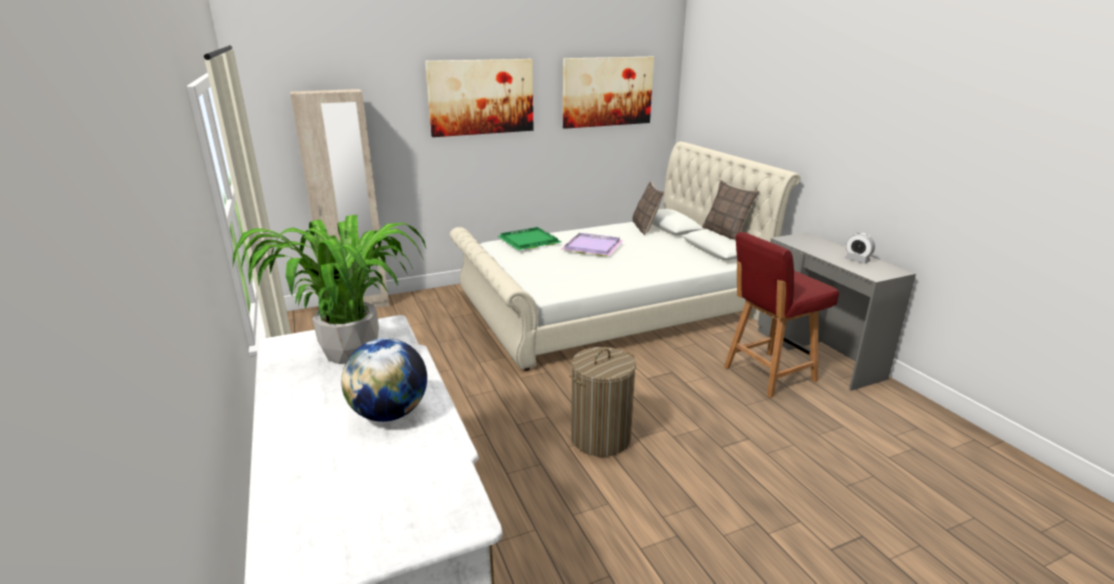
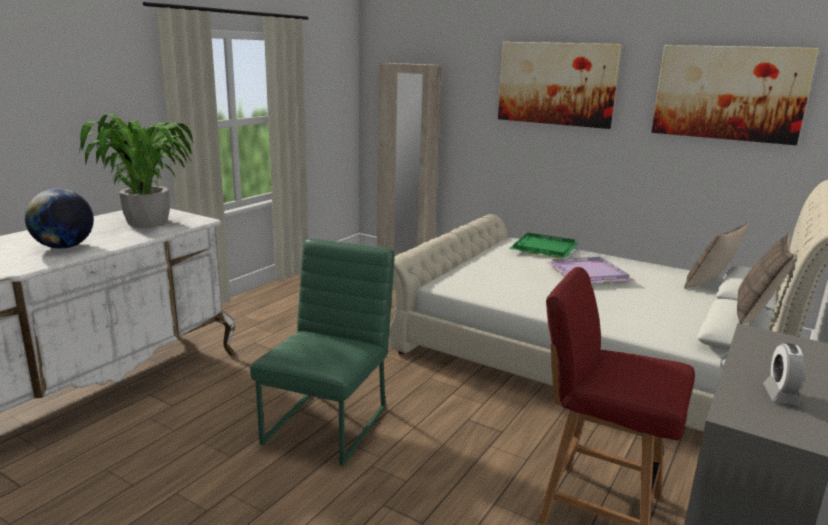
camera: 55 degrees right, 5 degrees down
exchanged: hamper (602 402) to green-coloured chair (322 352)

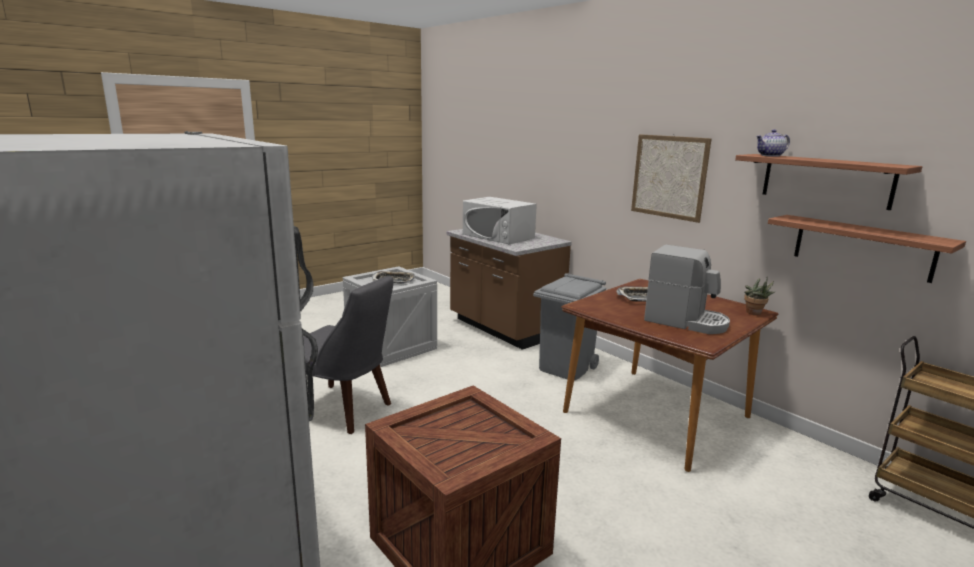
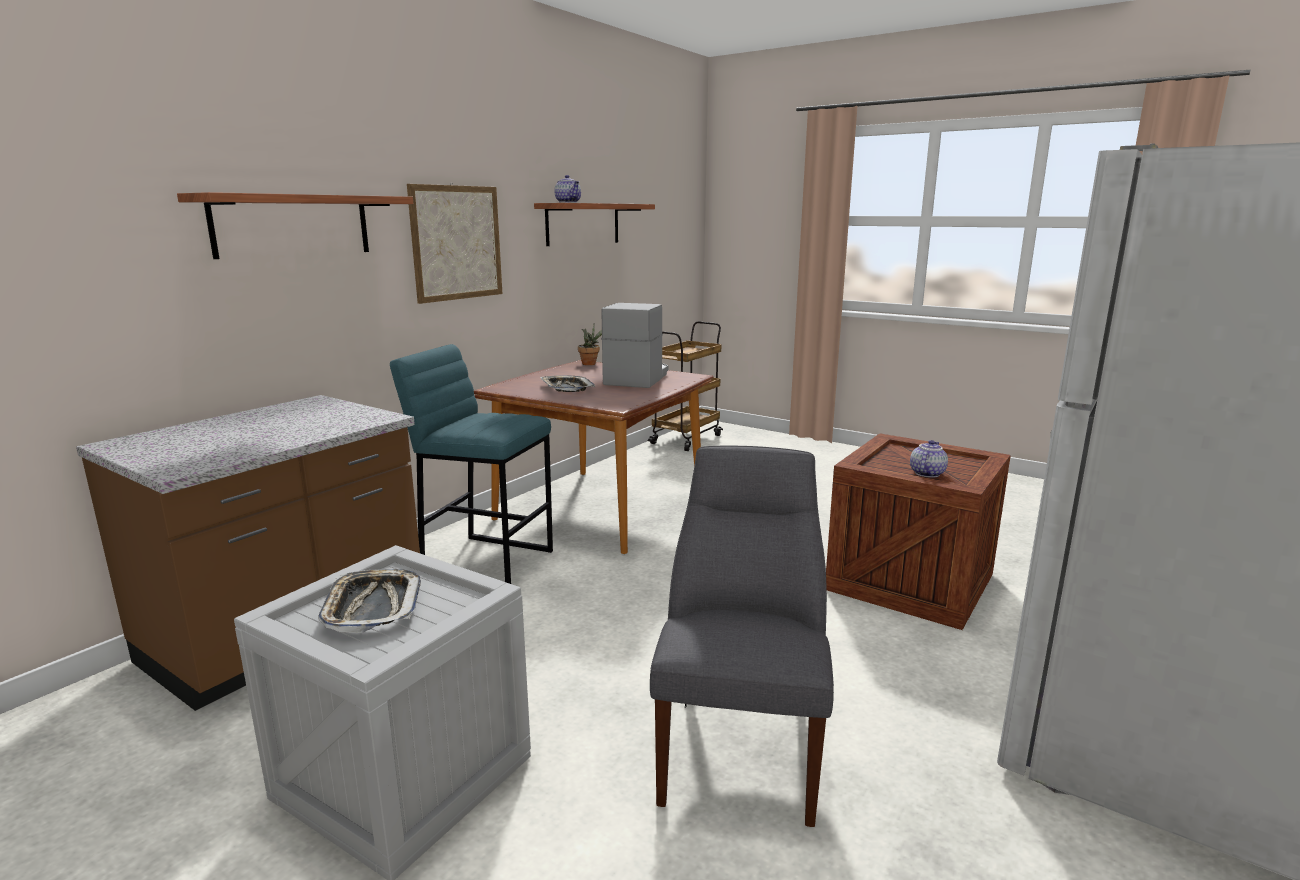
camera: 105 degrees left, 0 degrees up
missing: white-coloured kitchen microwave (500 221)
appeared: tea pot (929 459)
relocated: shelf (867 249) to (295 225)
exchanged: greyish rubbish bin (569 326) to blue-green stool (471 464)

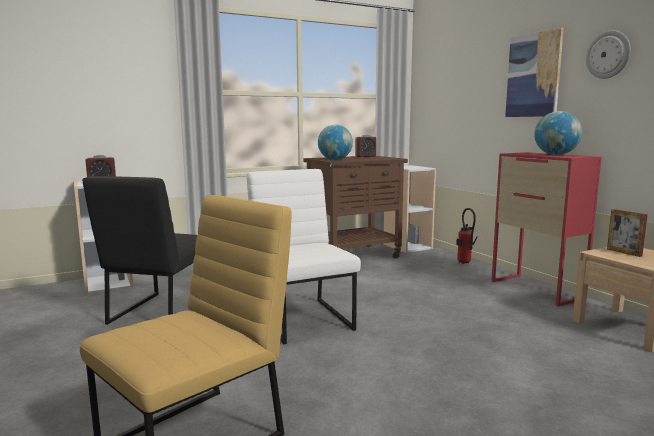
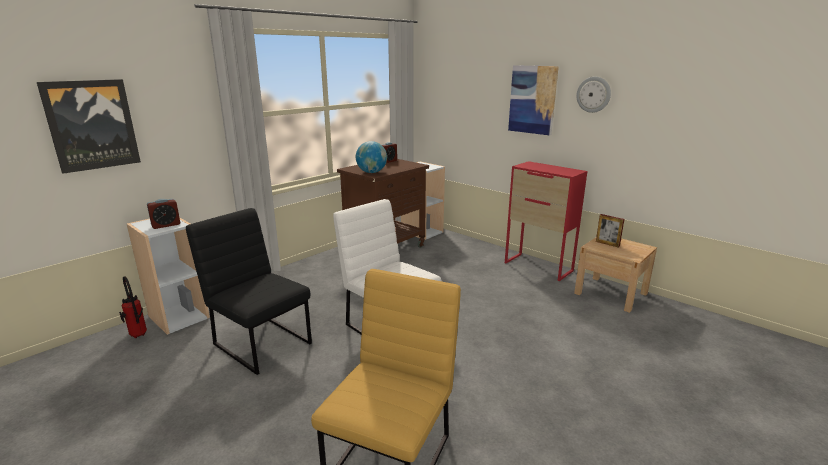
camera: 20 degrees left, 10 degrees up
missing: world globe (558 133)
appeared: wall picture (89 126)
relocated: fire-fighting cylinder (466 236) to (133 307)
spun: black chair (140 250) = (249 291) 135 degrees clockwise

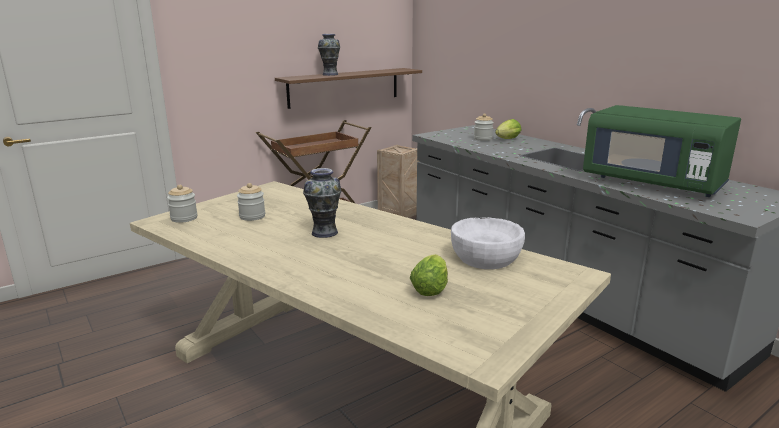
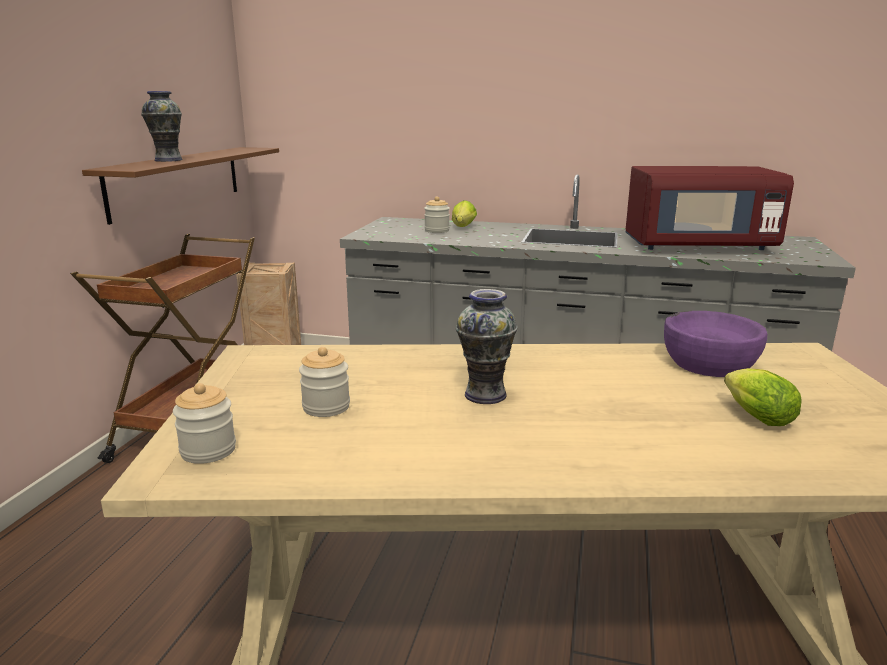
camera: 40 degrees left, 0 degrees up
colour: green-coloured kitchen microwave (662 151) to red-coloured kitchen microwave (710 208); white-coloured serving bowl (488 243) to purplish serving bowl (716 344)

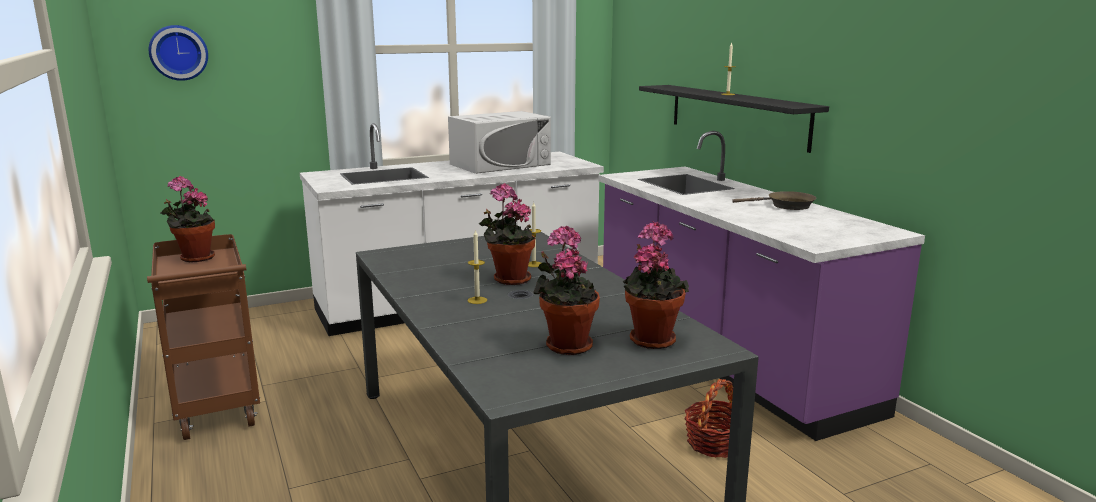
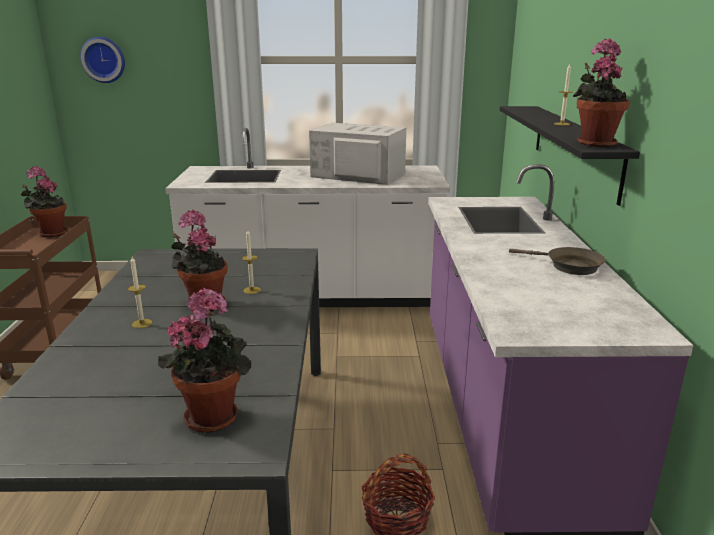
camera: 25 degrees right, 5 degrees up
relocated: plant in a pot (566 290) to (601 92)
spun: white-coloured kitchen microwave (499 142) = (357 154) 150 degrees counterclockwise

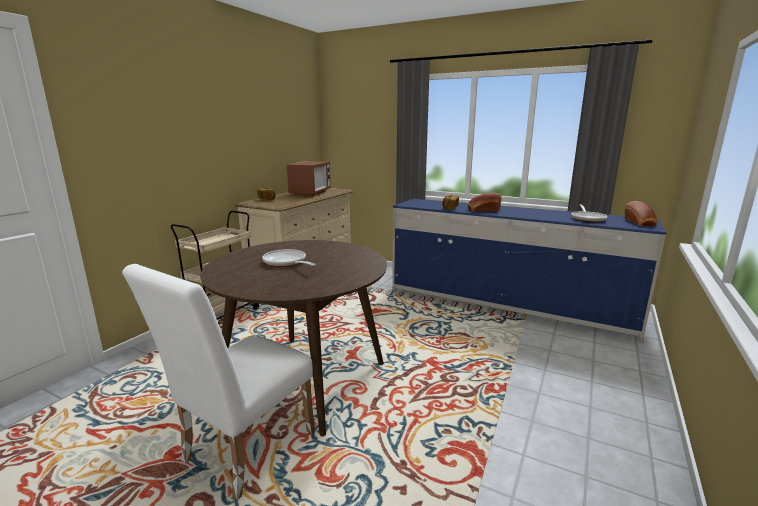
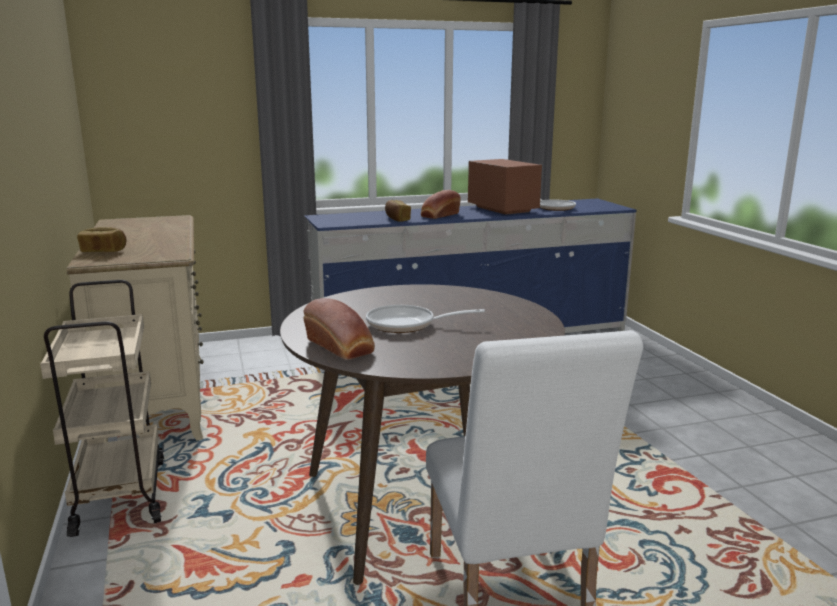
camera: 45 degrees left, 0 degrees up
relocated: baked bread (641 213) to (339 329); kitchen microwave (309 178) to (505 187)

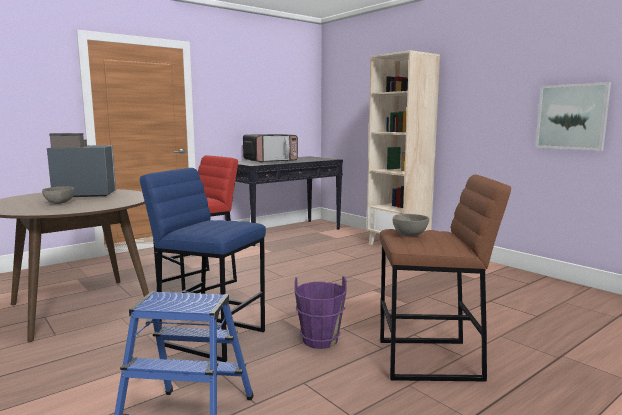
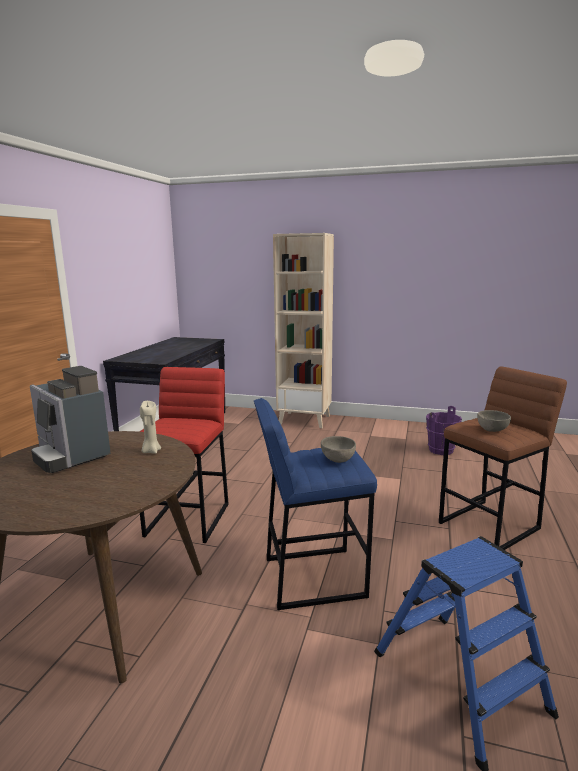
camera: 35 degrees left, 5 degrees up
missing: kitchen microwave (270 148); wall picture (573 116)
appeared: beige candle (150 427)
relocated: greyish serving bowl (58 195) to (338 449); purplish water bucket (321 312) to (444 430)
spun: coffee maker (81 165) = (70 419) 90 degrees counterclockwise

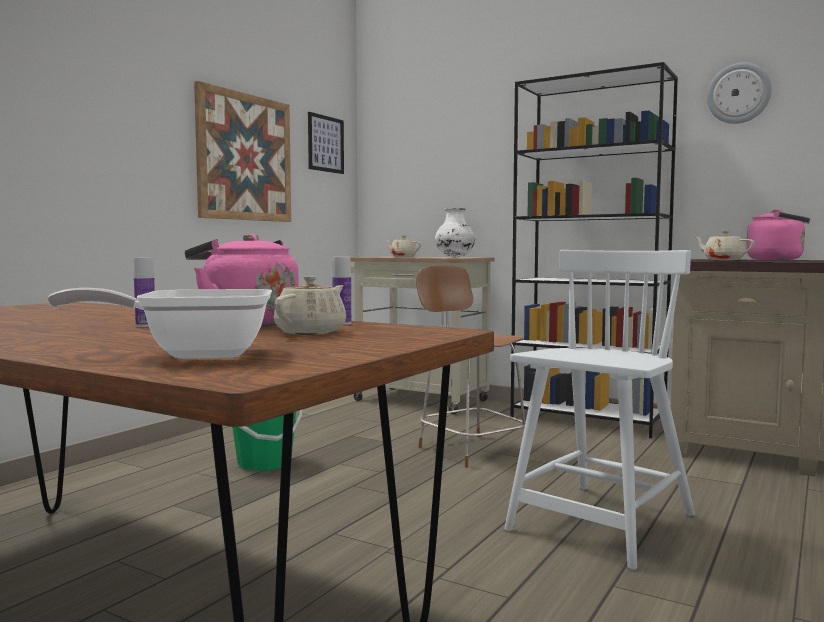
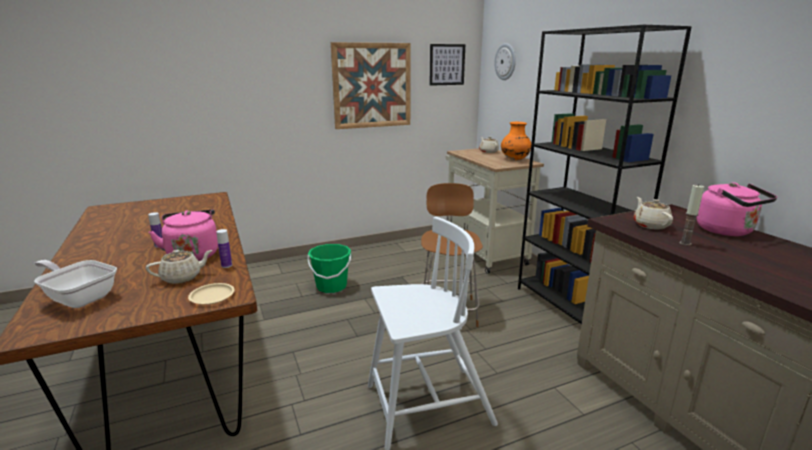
camera: 35 degrees right, 15 degrees up
appeared: beige plate (211 294); candle (692 215)
relocated: hanging clock (739 93) to (505 61)
colour: white-coloured decorative vase (455 232) to orange-coloured decorative vase (516 141); white-coloured bookshelf (594 250) to black bookshelf (605 174)

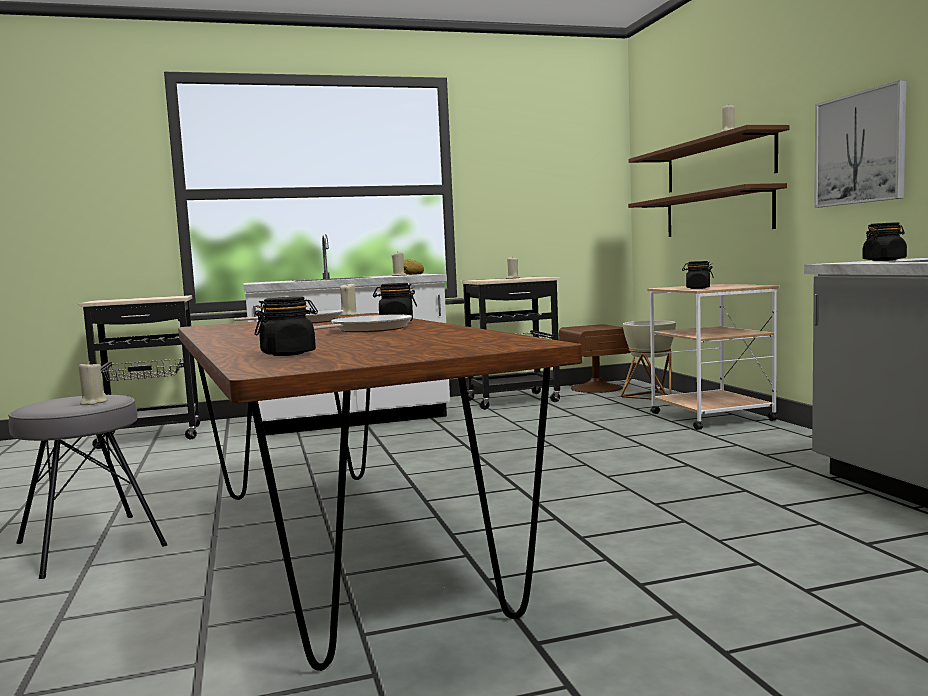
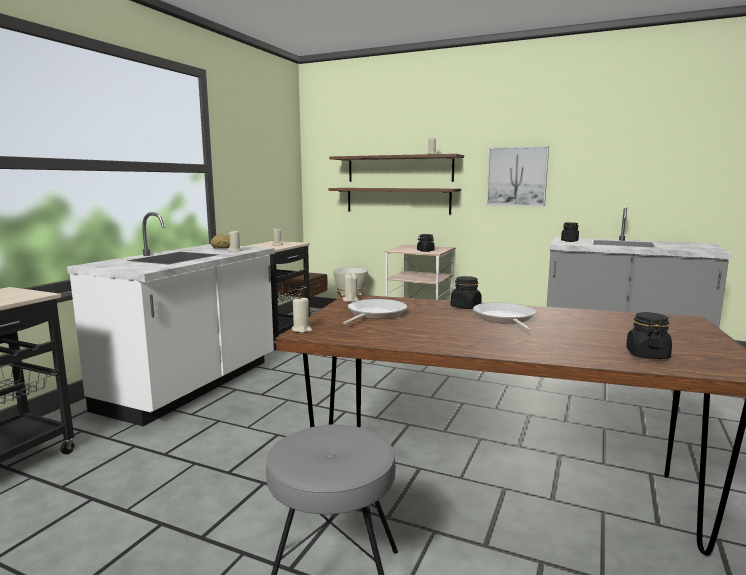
camera: 50 degrees left, 5 degrees up
relocated: beige candle (93 383) to (302 315)

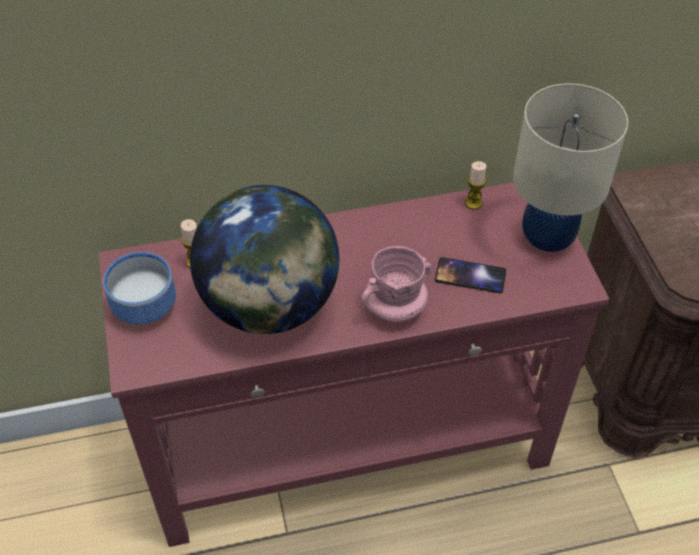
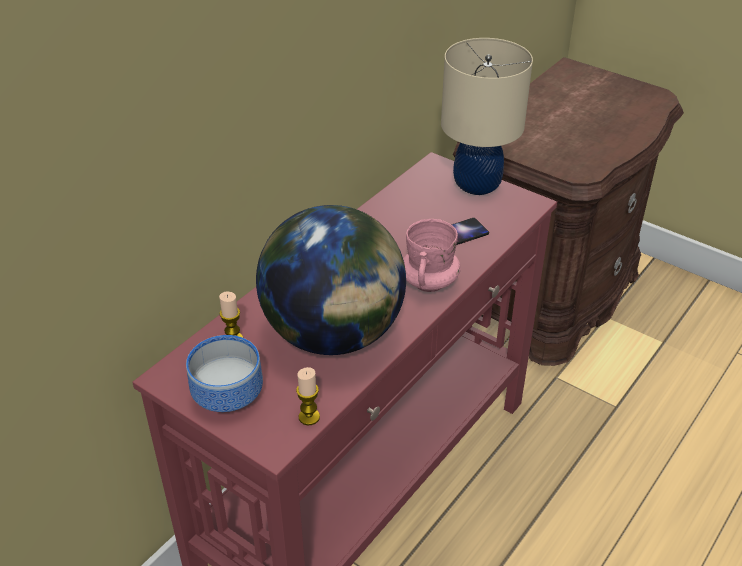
camera: 40 degrees left, 10 degrees down
relocated: candle (475 185) to (308 396)

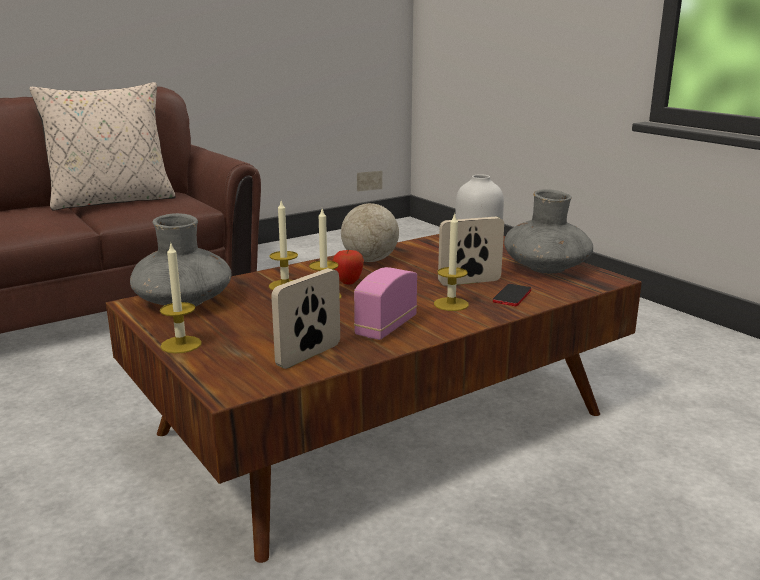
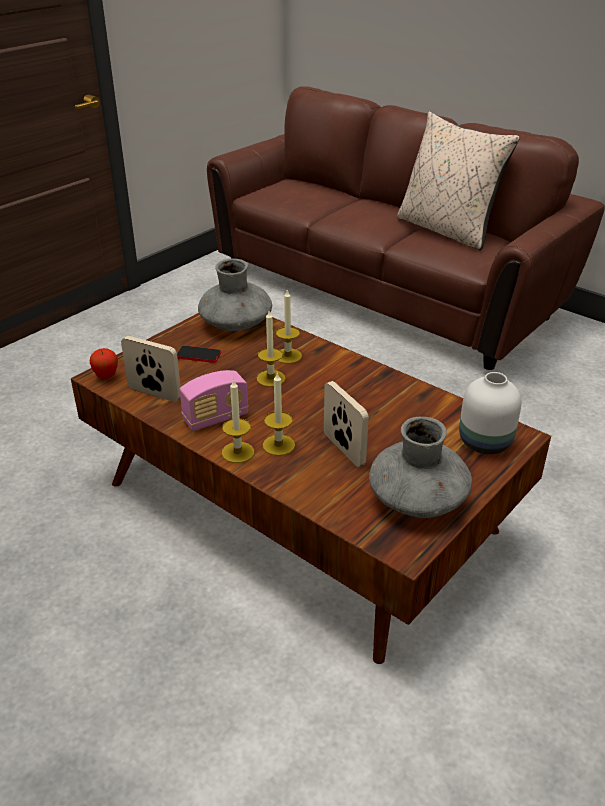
camera: 75 degrees right, 15 degrees up
missing: world globe (370 216)
relocated: apple (348 266) to (104 364); handset (512 295) to (199 354); candle (181 298) to (238 420)
spun: radio set (385 303) = (214 400) 135 degrees clockwise

